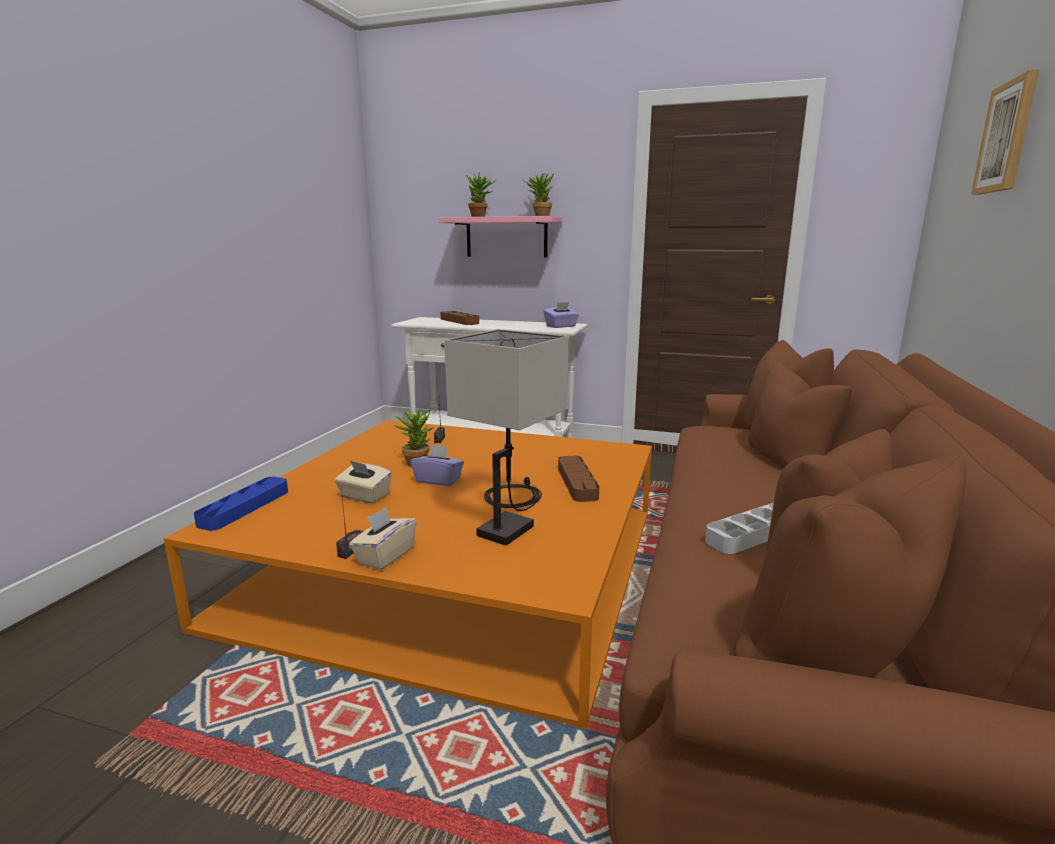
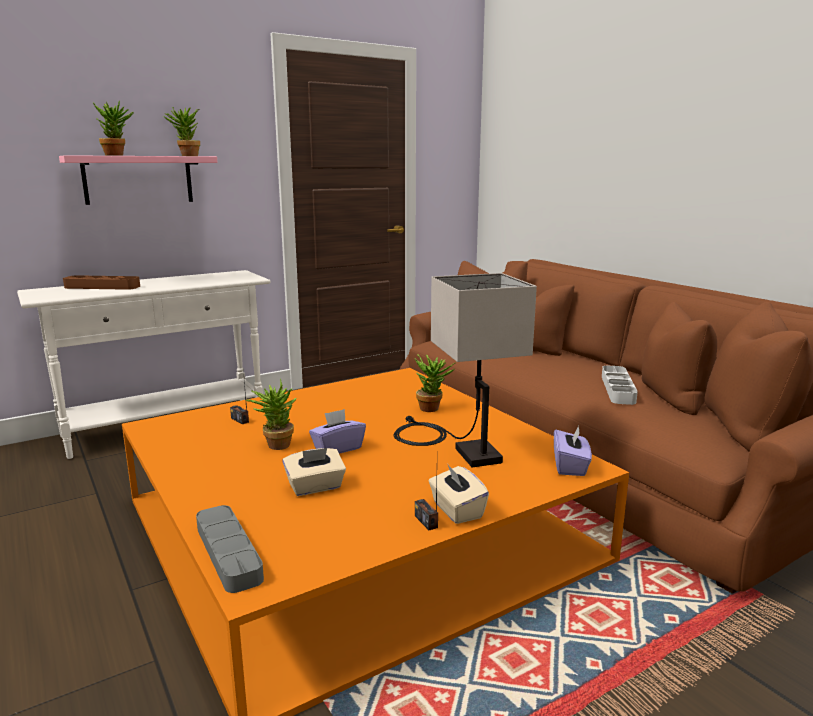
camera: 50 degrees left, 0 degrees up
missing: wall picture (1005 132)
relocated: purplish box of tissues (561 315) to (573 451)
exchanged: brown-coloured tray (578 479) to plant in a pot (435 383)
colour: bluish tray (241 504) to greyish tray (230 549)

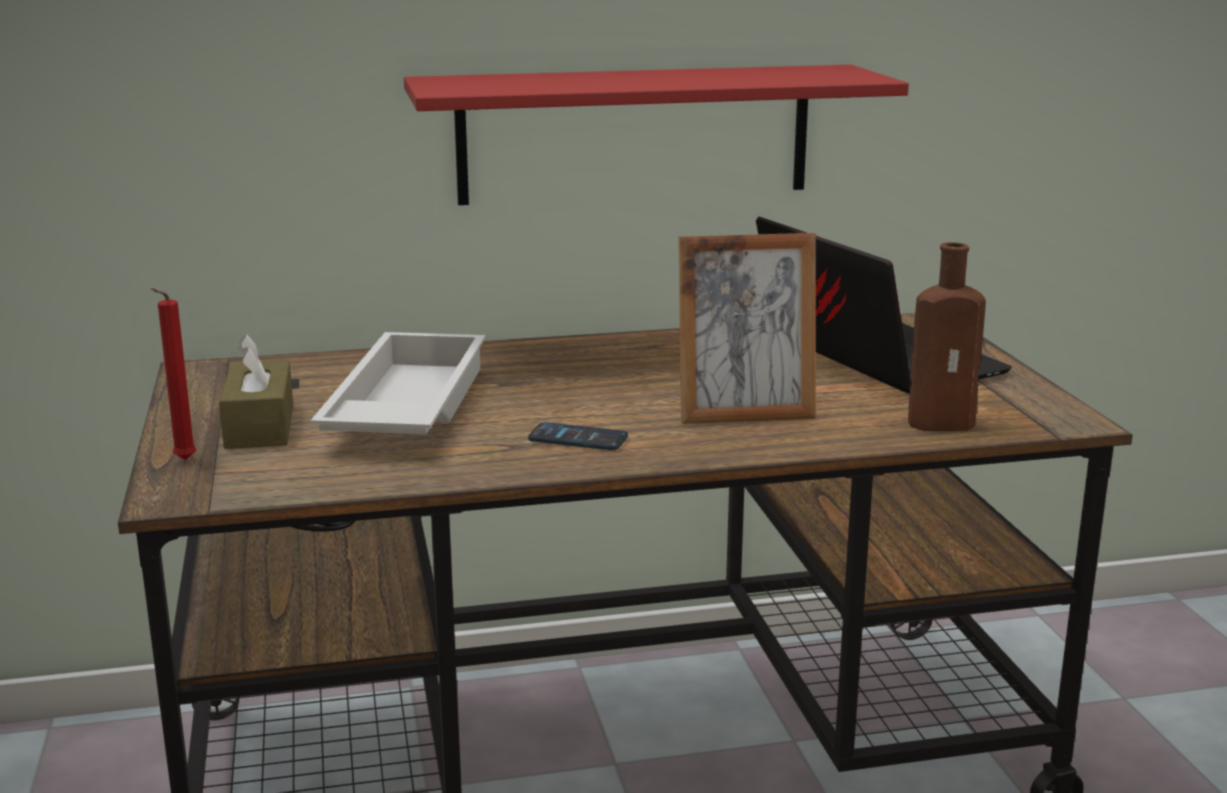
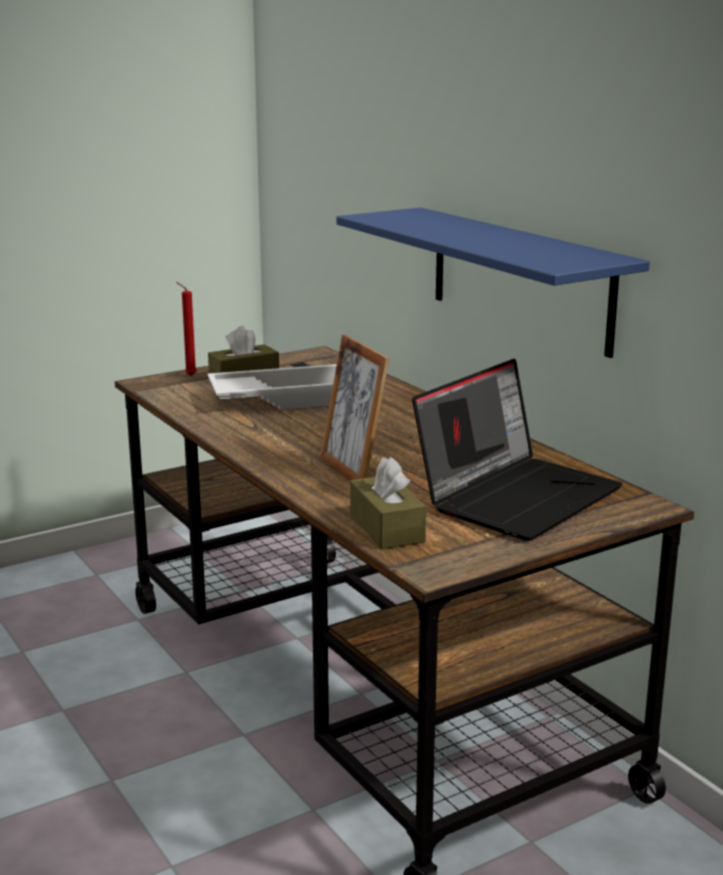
camera: 70 degrees right, 0 degrees up
missing: handset (578 436)
exchanged: brown-coloured beverage bottle (947 336) to brown-coloured box of tissues (388 503)
colour: red-coloured shelf (656 135) to bluish shelf (493 282)

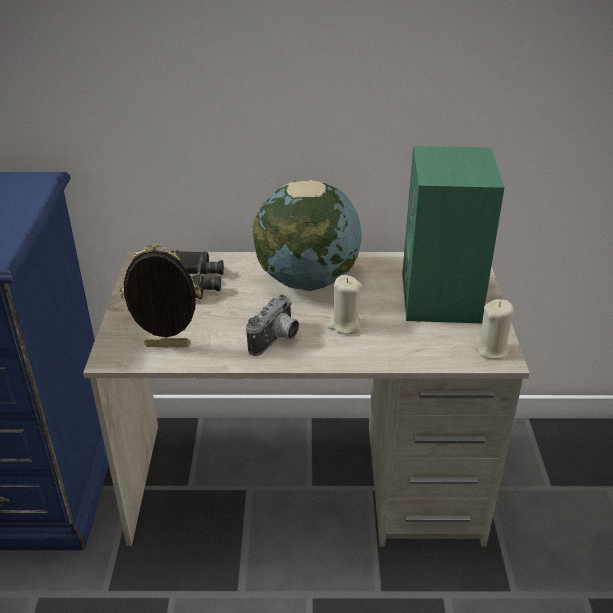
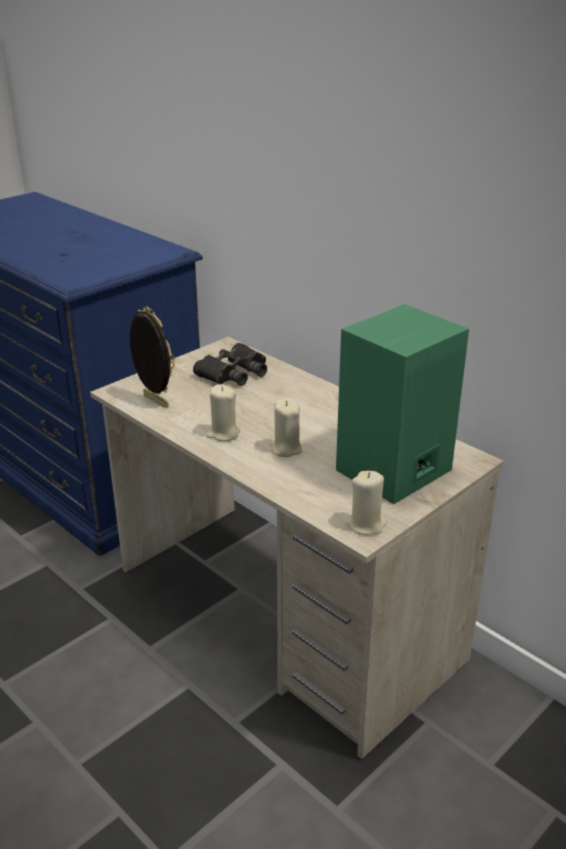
camera: 45 degrees right, 5 degrees down
missing: world globe (307 235)
exchanged: still camera (272 325) to beige candle (223 413)

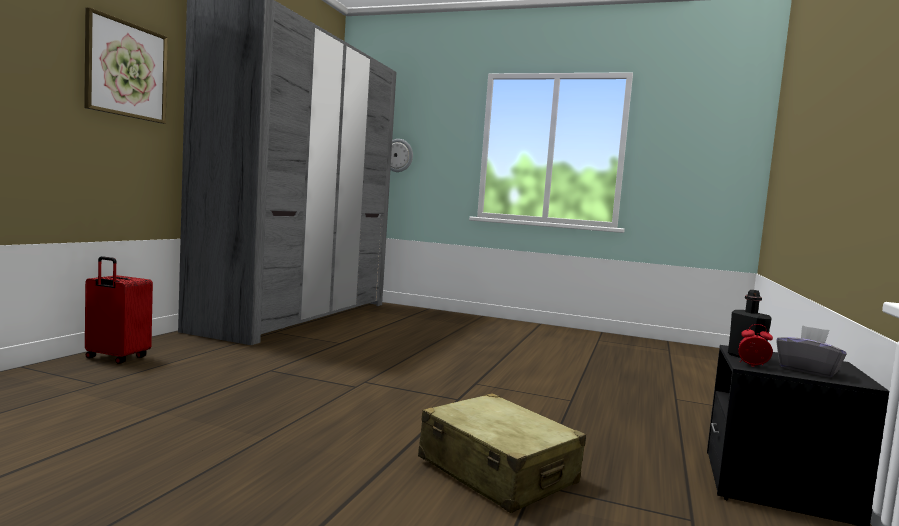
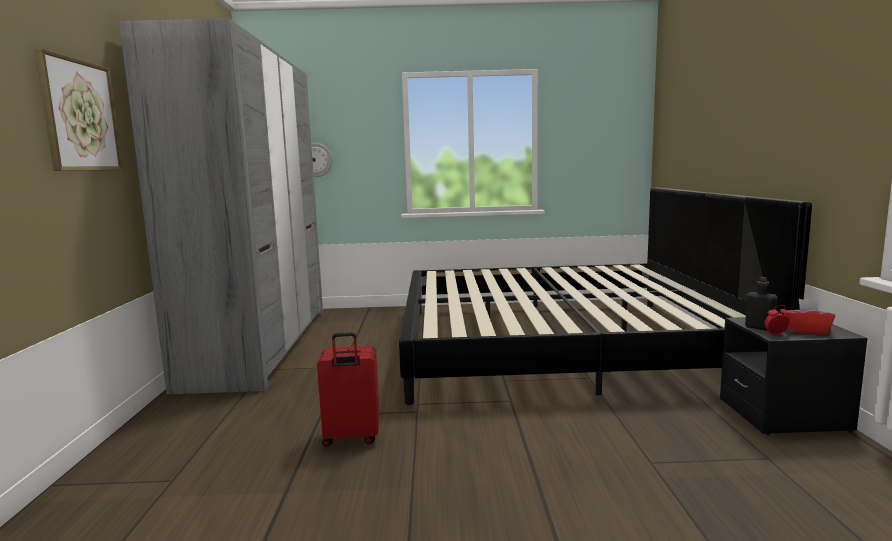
camera: 20 degrees left, 5 degrees up
missing: beige piece of luggage (502 453)
appeared: bedroom bed (605 296)
relocated: red-coloured piece of luggage (119 310) to (348 389)
colour: greyish box of tissues (811 351) to red-coloured box of tissues (809 316)

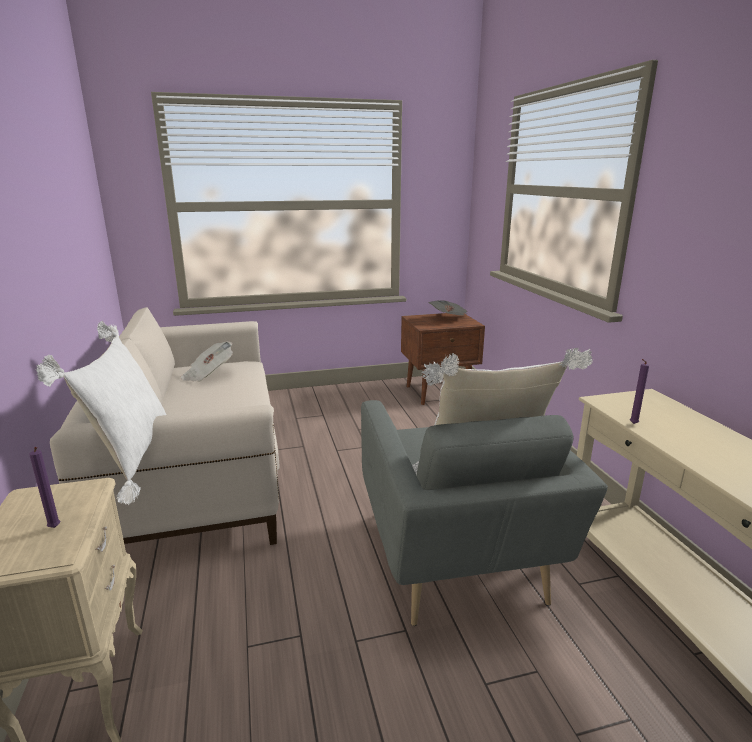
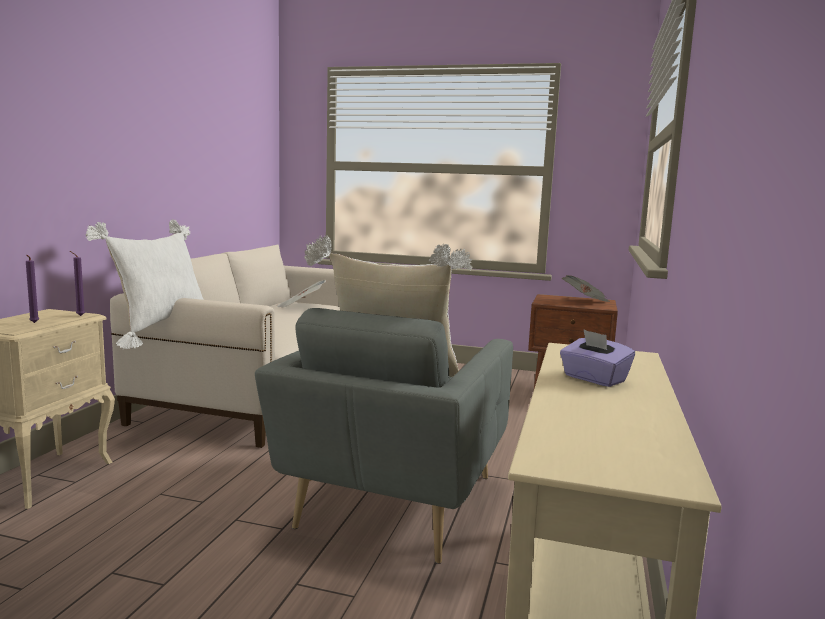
camera: 30 degrees right, 10 degrees down
appeared: purplish box of tissues (597 358)
relocated: purplish candle (639 391) to (77 283)

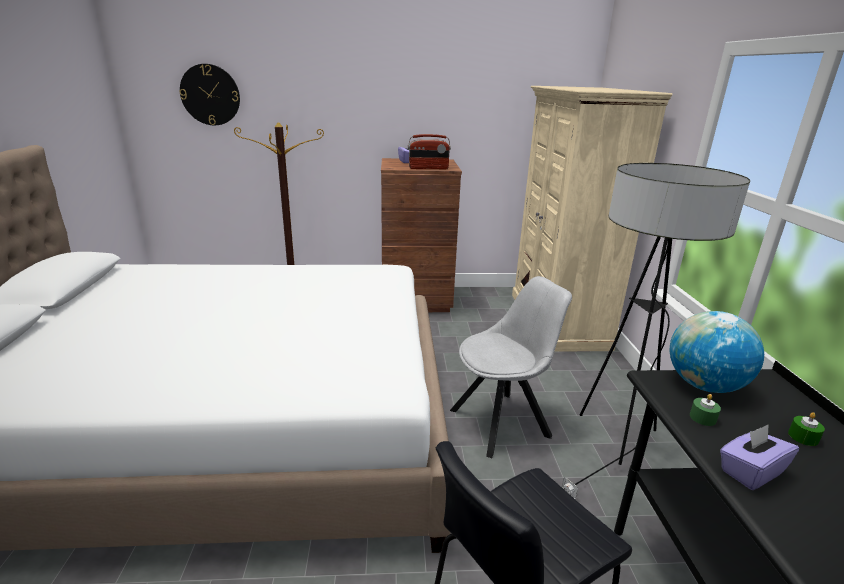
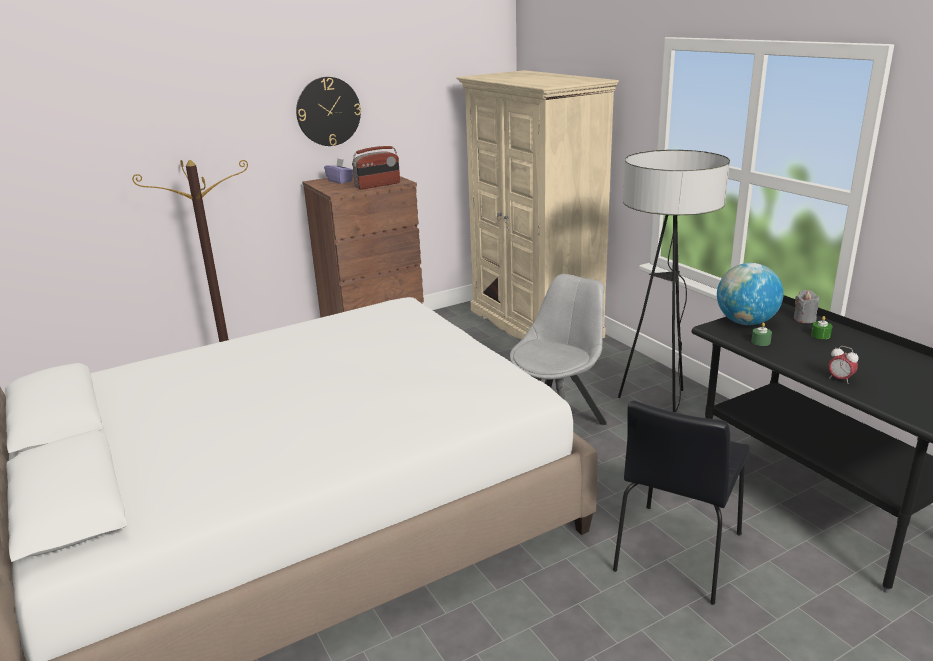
camera: 25 degrees left, 0 degrees up
missing: purplish box of tissues (759 457)
appeared: greyish candle (806 306); alarm clock (843 365)
relocated: hanging clock (209 94) to (328 111)

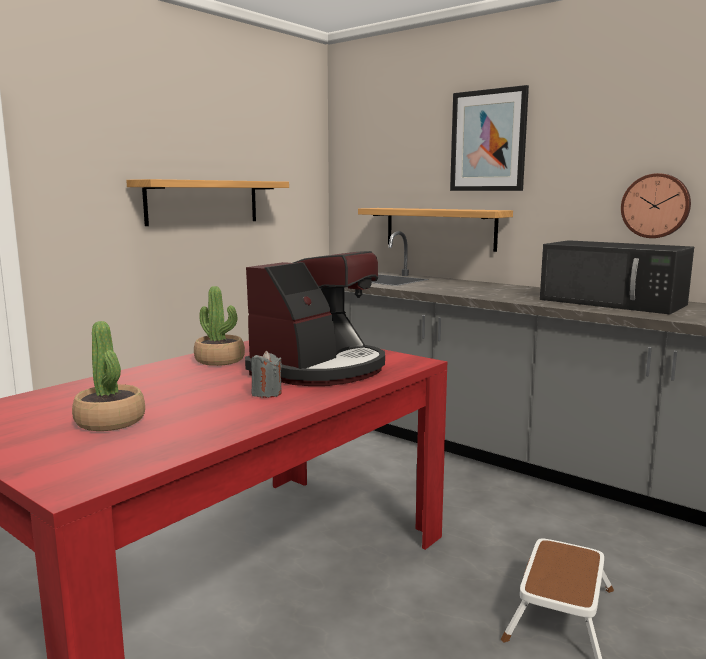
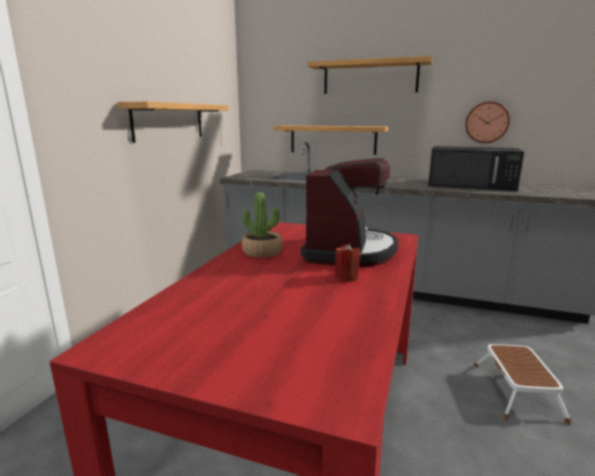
camera: 20 degrees left, 5 degrees up
missing: plant in a pot (108 376)
exchanged: wall picture (489 138) to shelf (369 75)
colour: greyish candle (266 374) to red-coloured candle (348 263)

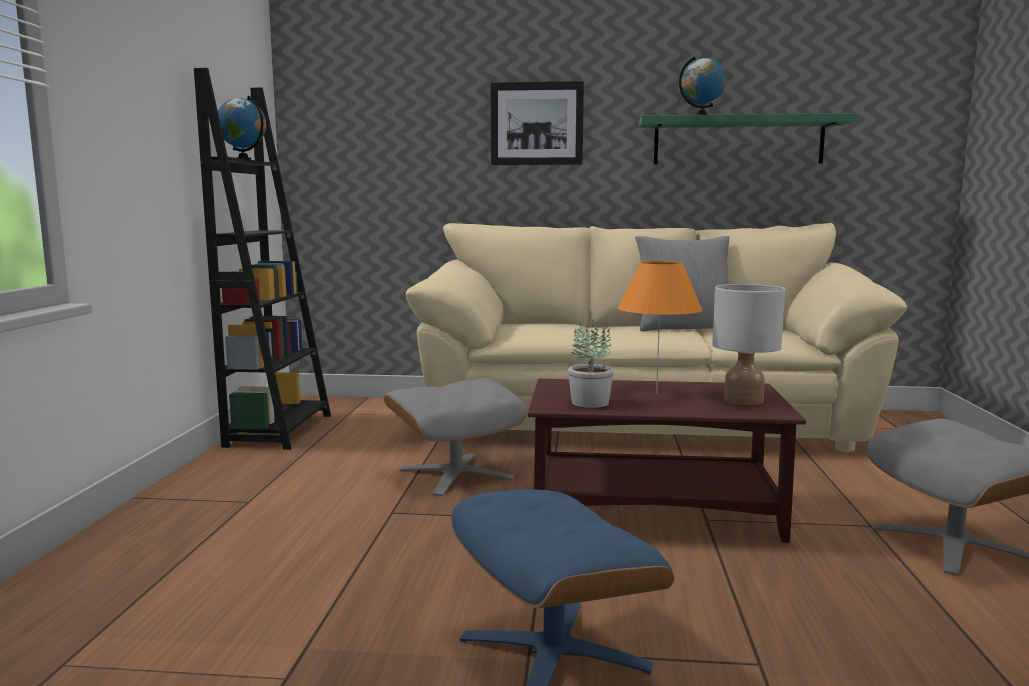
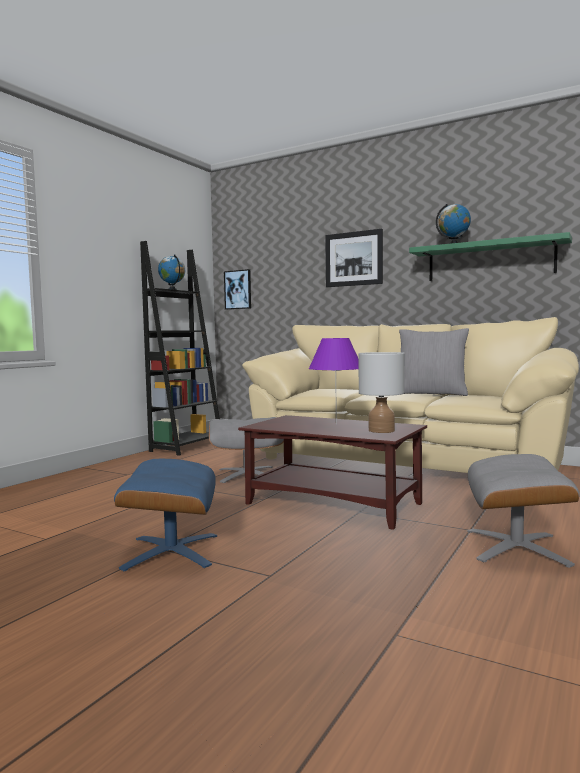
camera: 25 degrees right, 5 degrees down
missing: plant in a pot (591 364)
appeared: wall picture (237 289)
colour: orange-coloured table lamp (660 327) to purplish table lamp (334 381)

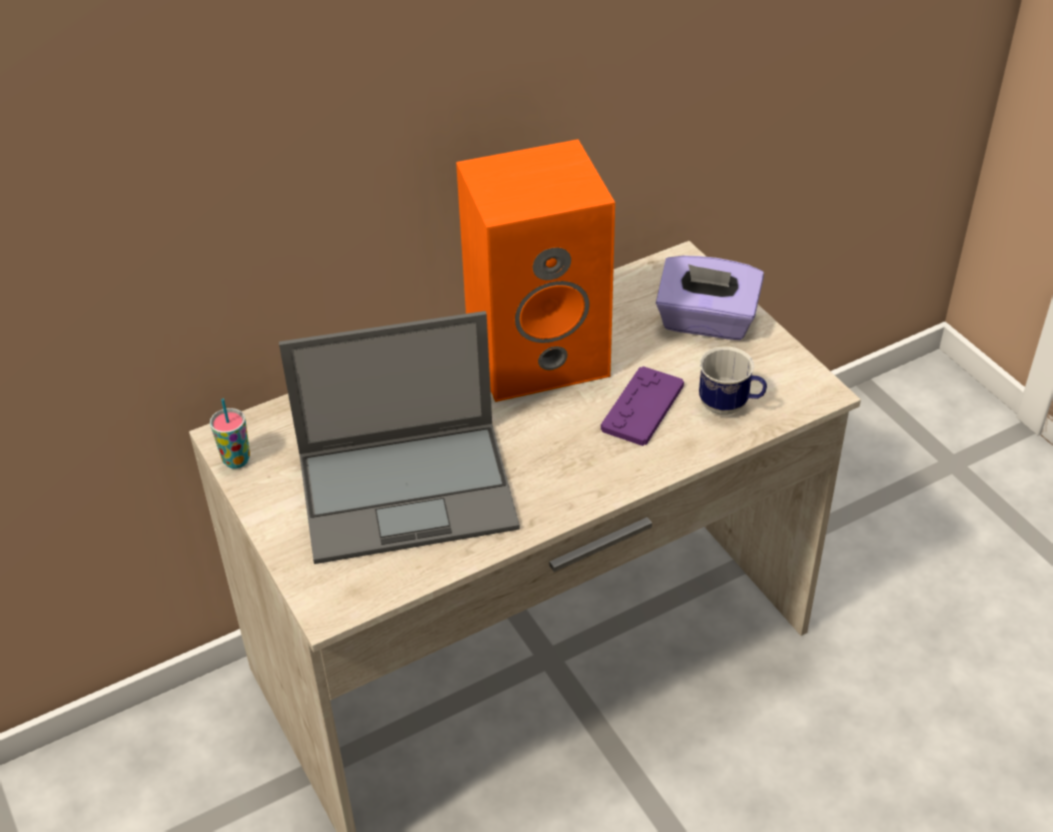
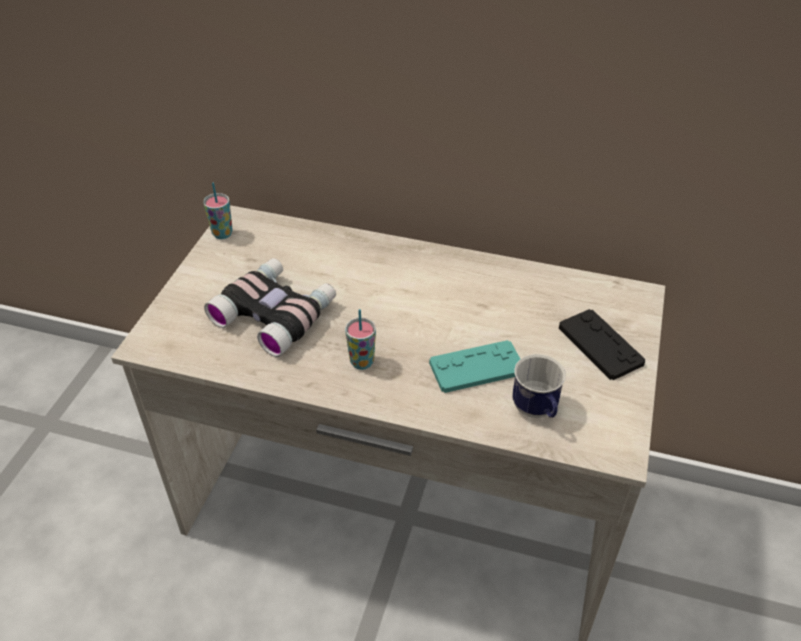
camera: 45 degrees right, 0 degrees up
missing: orange-coloured speaker (535 270)
appeared: cup (360 339)
exchanged: notebook computer (399 437) to binoculars (270 307); purplish box of tissues (710 297) to black joypad (602 344)
colour: purplish joypad (642 406) to blue-green joypad (474 366)

